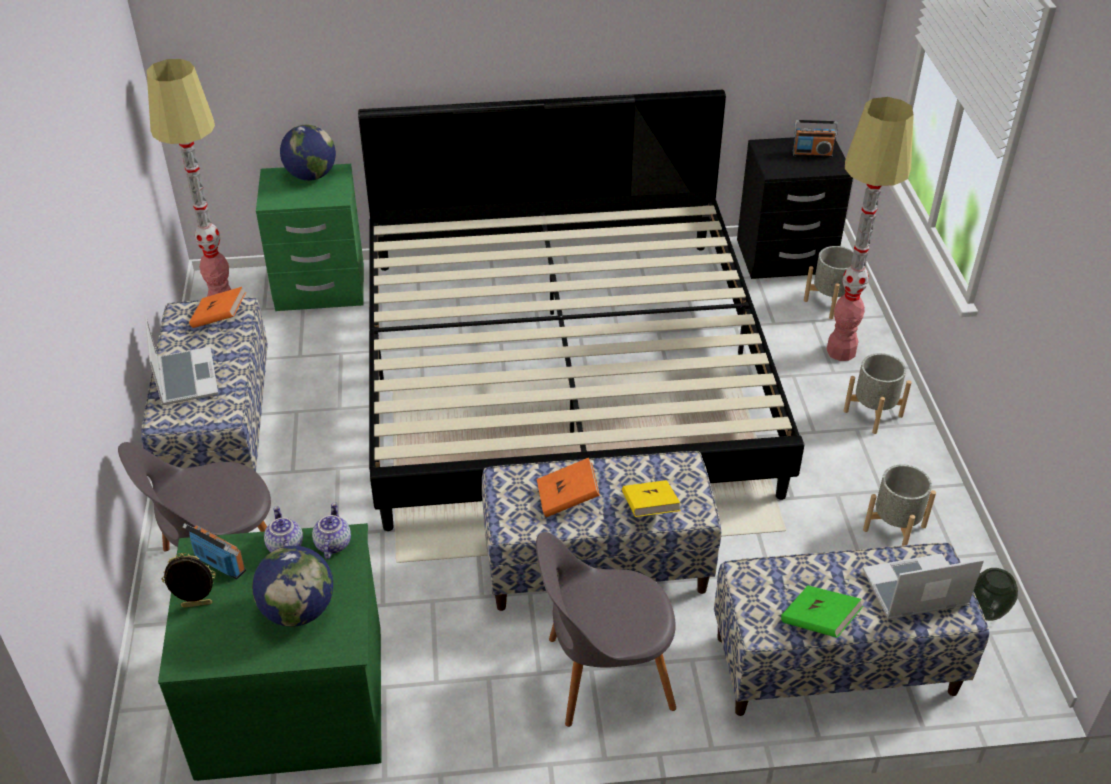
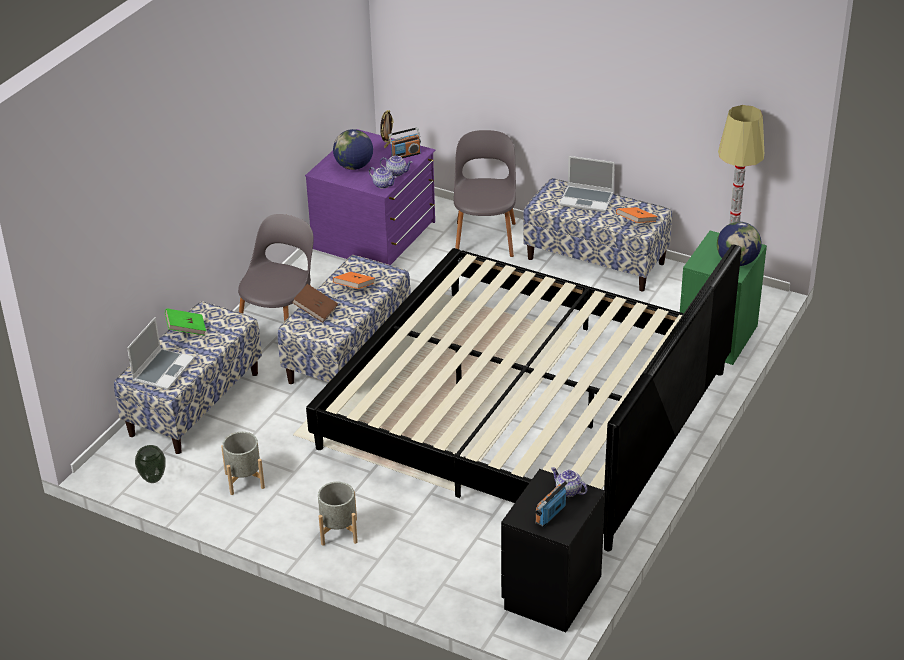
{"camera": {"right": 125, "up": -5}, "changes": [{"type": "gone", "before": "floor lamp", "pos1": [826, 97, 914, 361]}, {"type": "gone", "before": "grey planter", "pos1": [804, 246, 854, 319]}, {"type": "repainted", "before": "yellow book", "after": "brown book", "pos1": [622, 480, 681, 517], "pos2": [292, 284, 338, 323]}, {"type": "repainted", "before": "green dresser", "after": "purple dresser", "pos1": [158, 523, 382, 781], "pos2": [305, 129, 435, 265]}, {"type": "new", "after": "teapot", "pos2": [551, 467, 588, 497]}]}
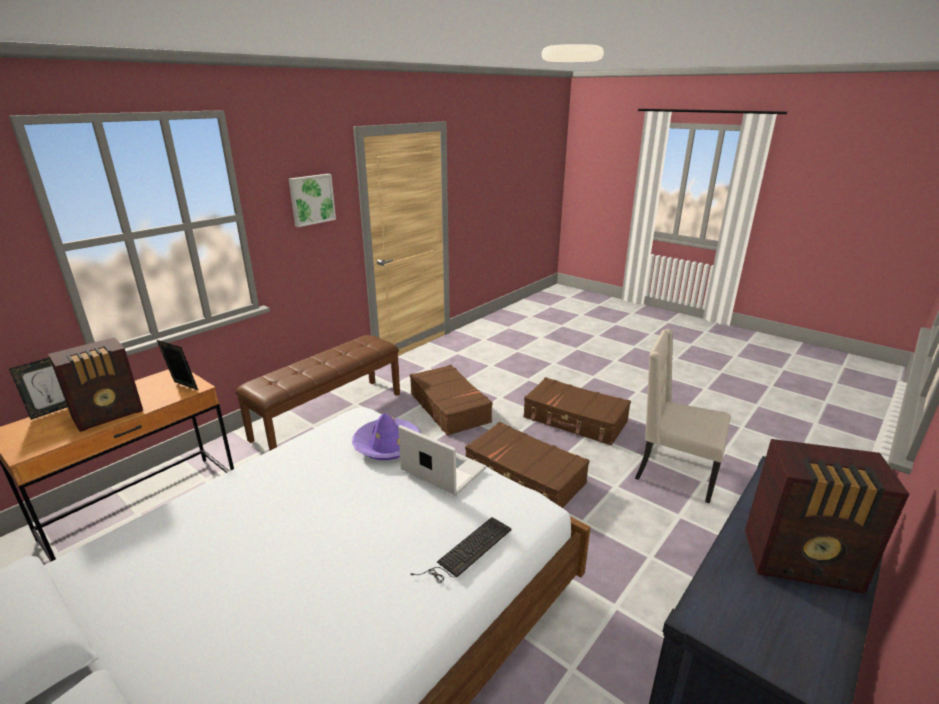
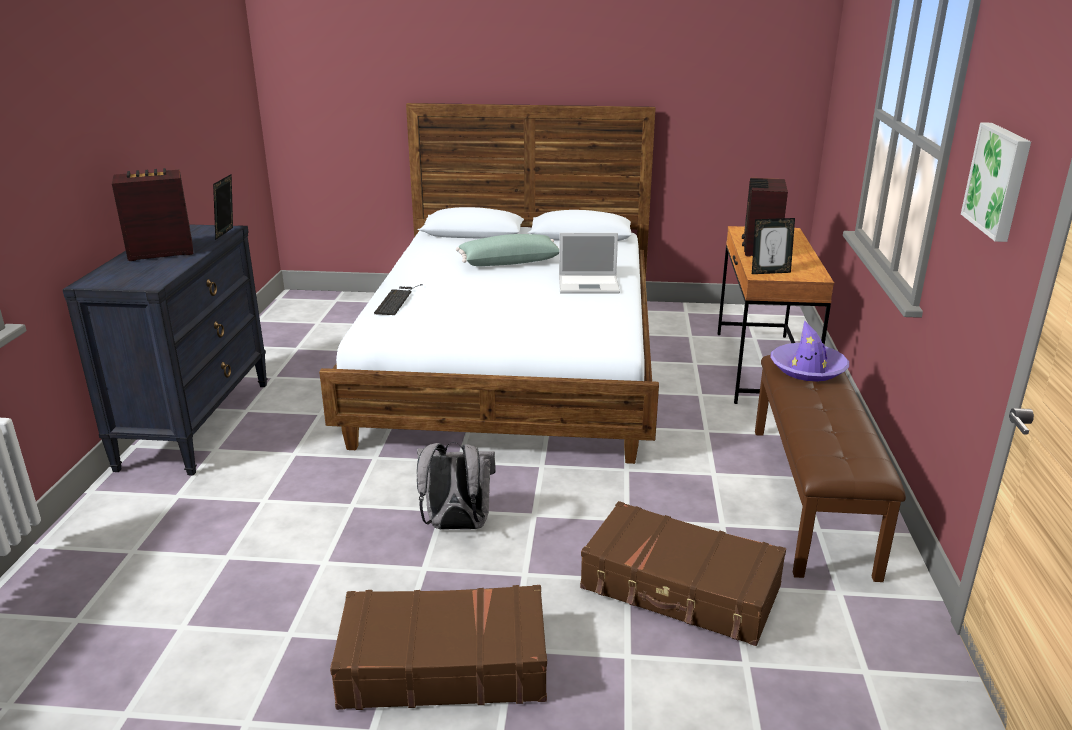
{"camera": {"right": 145, "up": 0}, "changes": [{"type": "gone", "before": "beige chair", "pos1": [635, 329, 731, 503]}, {"type": "shifted", "before": "picture frame", "pos1": [9, 358, 68, 420], "pos2": [213, 174, 233, 240]}, {"type": "shifted", "before": "purple hat", "pos1": [352, 413, 421, 460], "pos2": [770, 320, 849, 382]}, {"type": "swapped", "before": "brown suitcase", "after": "grey backpack", "pos1": [465, 422, 589, 508], "pos2": [417, 442, 496, 529]}, {"type": "shifted", "before": "laptop", "pos1": [398, 425, 486, 496], "pos2": [559, 233, 620, 293]}, {"type": "new", "after": "green pillow", "pos2": [456, 234, 559, 266]}]}
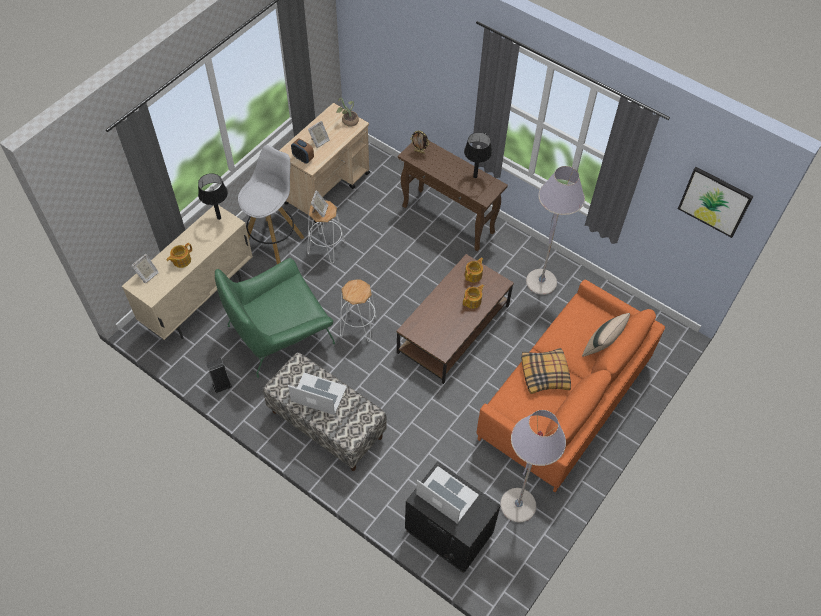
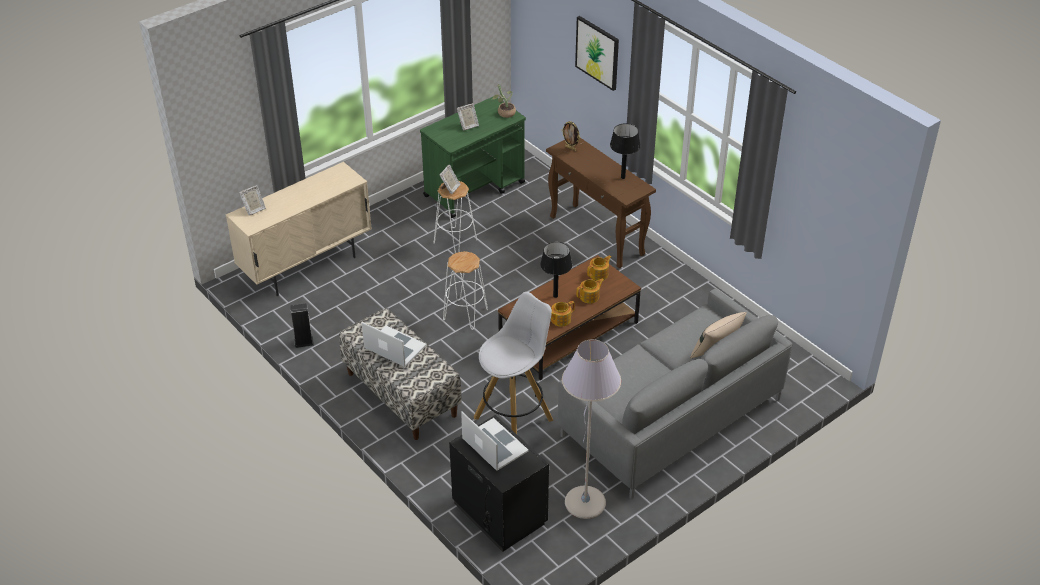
{"camera": {"right": 15, "up": -15}, "changes": [{"type": "repainted", "before": "beige cart", "after": "green cart", "pos1": [279, 103, 370, 223], "pos2": [420, 96, 526, 218]}, {"type": "gone", "before": "alarm clock", "pos1": [291, 138, 314, 164]}, {"type": "shifted", "before": "white stool", "pos1": [238, 145, 304, 264], "pos2": [474, 292, 553, 434]}, {"type": "gone", "before": "grey floor lamp", "pos1": [526, 166, 585, 295]}, {"type": "shifted", "before": "picture", "pos1": [678, 167, 753, 238], "pos2": [575, 16, 619, 91]}, {"type": "shifted", "before": "black table lamp", "pos1": [198, 173, 228, 220], "pos2": [540, 242, 572, 298]}, {"type": "shifted", "before": "teapot", "pos1": [167, 243, 192, 268], "pos2": [551, 301, 575, 327]}, {"type": "gone", "before": "green armchair", "pos1": [215, 258, 335, 378]}, {"type": "repainted", "before": "orange sofa", "after": "grey sofa", "pos1": [476, 280, 665, 492], "pos2": [558, 288, 792, 499]}, {"type": "gone", "before": "pillow", "pos1": [521, 348, 571, 394]}]}
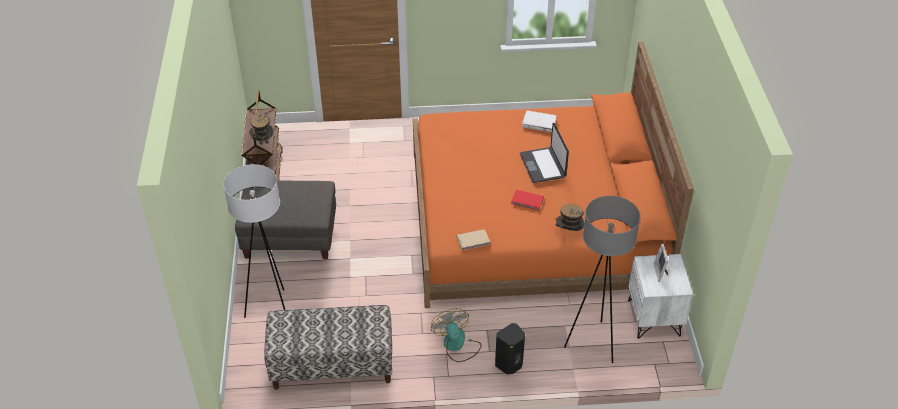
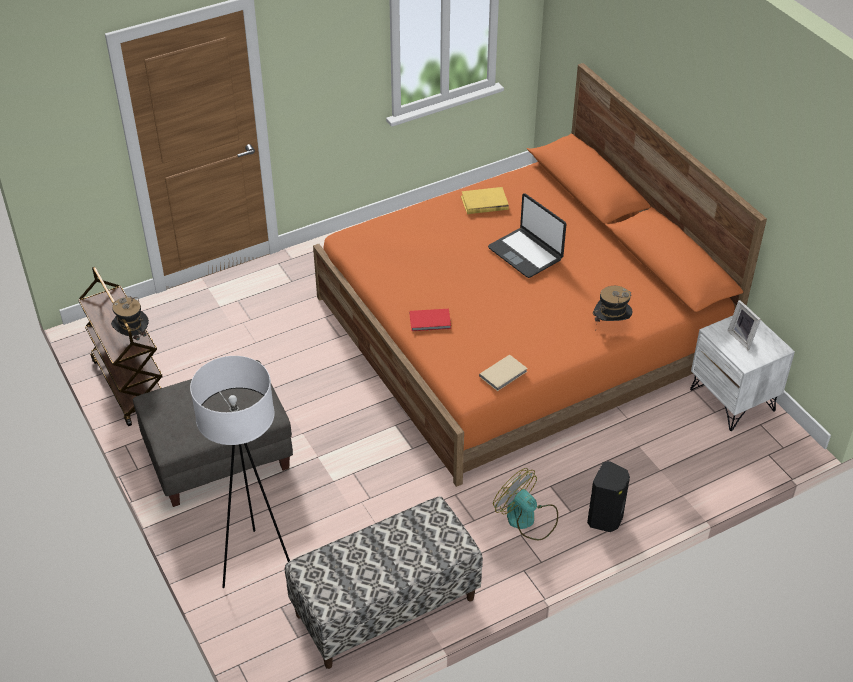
{"camera": {"right": -25, "up": 0}, "changes": [{"type": "repainted", "before": "white book", "after": "yellow book", "pos1": [522, 111, 557, 132], "pos2": [461, 187, 509, 214]}, {"type": "shifted", "before": "red book", "pos1": [511, 190, 544, 211], "pos2": [409, 309, 451, 331]}, {"type": "gone", "before": "grey floor lamp", "pos1": [564, 196, 640, 363]}]}
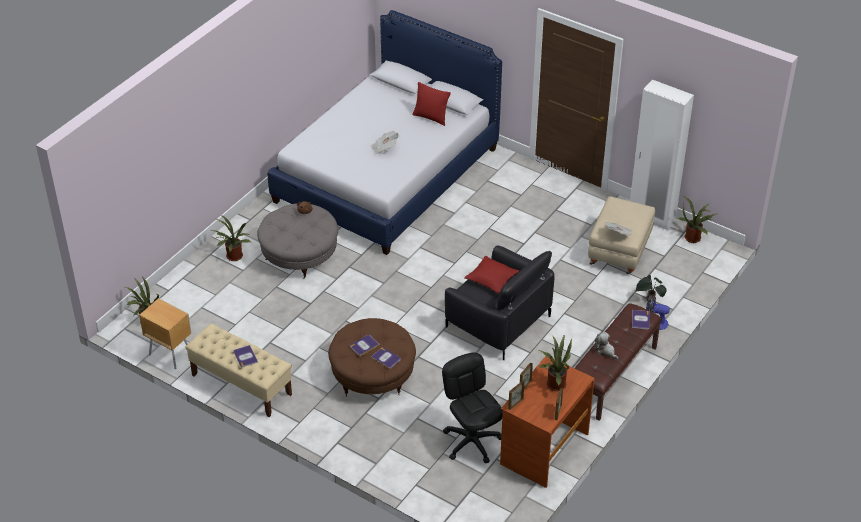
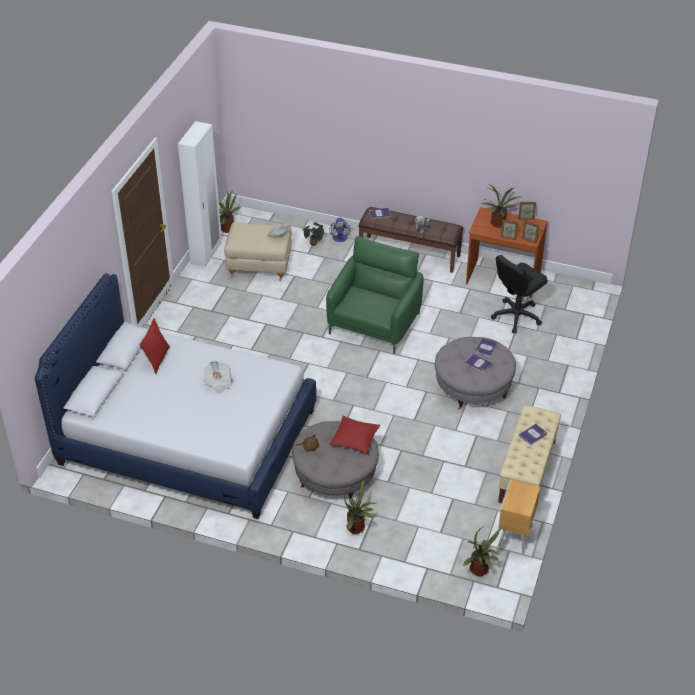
{"camera": {"right": -105, "up": 0}, "changes": [{"type": "repainted", "before": "black armchair", "after": "green armchair", "pos1": [445, 245, 554, 360], "pos2": [326, 236, 423, 354]}, {"type": "shifted", "before": "red pillow", "pos1": [464, 255, 519, 294], "pos2": [329, 416, 380, 454]}, {"type": "repainted", "before": "brown ottoman", "after": "grey ottoman", "pos1": [328, 318, 416, 397], "pos2": [435, 337, 516, 410]}]}
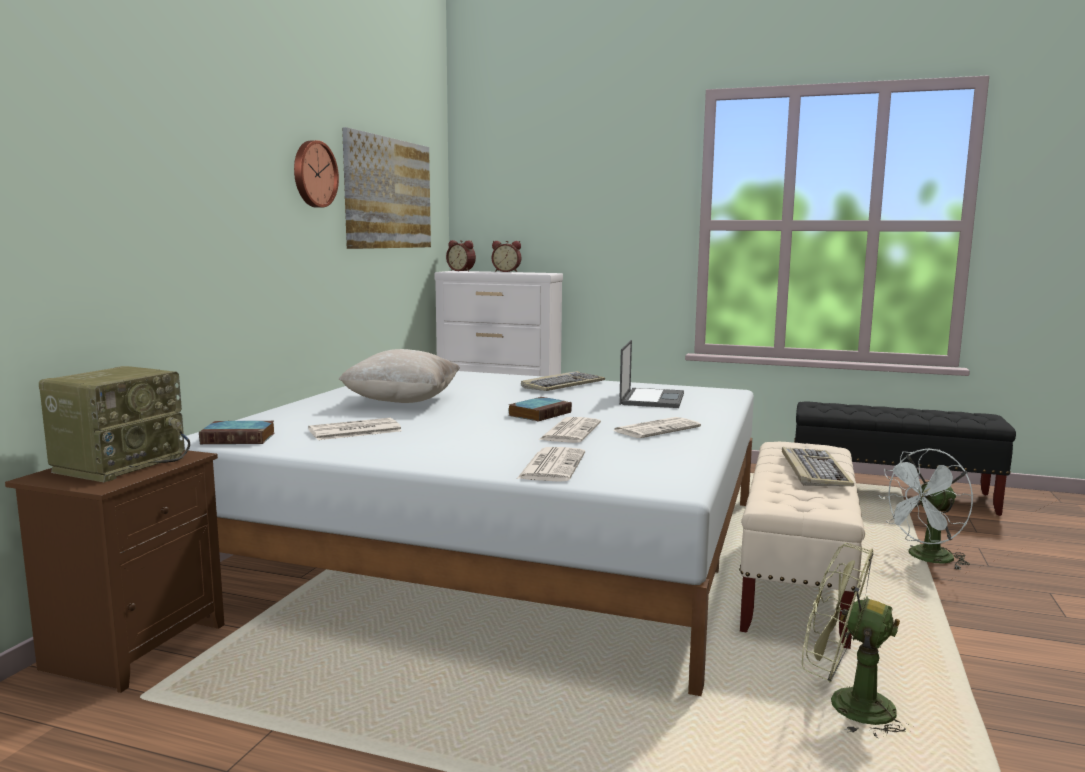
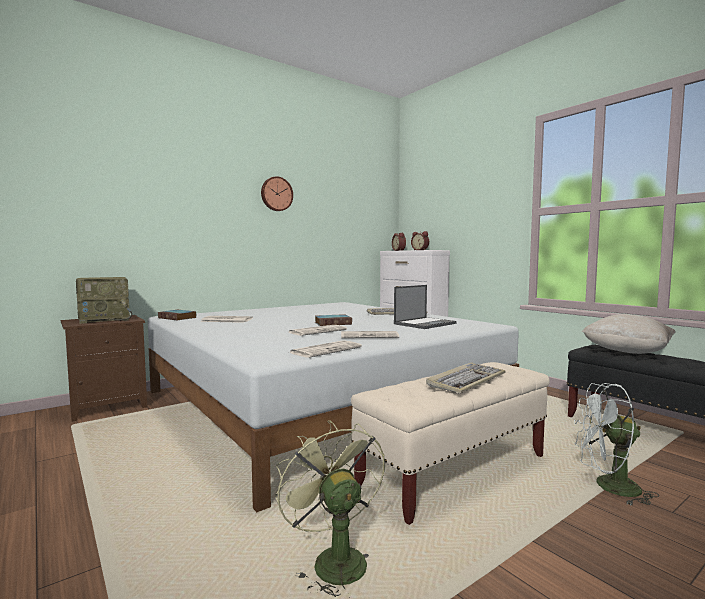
{"camera": {"right": 35, "up": -5}, "changes": [{"type": "gone", "before": "picture", "pos1": [342, 127, 431, 249]}, {"type": "shifted", "before": "beige pillow", "pos1": [339, 349, 460, 403], "pos2": [582, 314, 676, 354]}, {"type": "shifted", "before": "newspaper", "pos1": [517, 447, 585, 482], "pos2": [289, 340, 362, 358]}]}
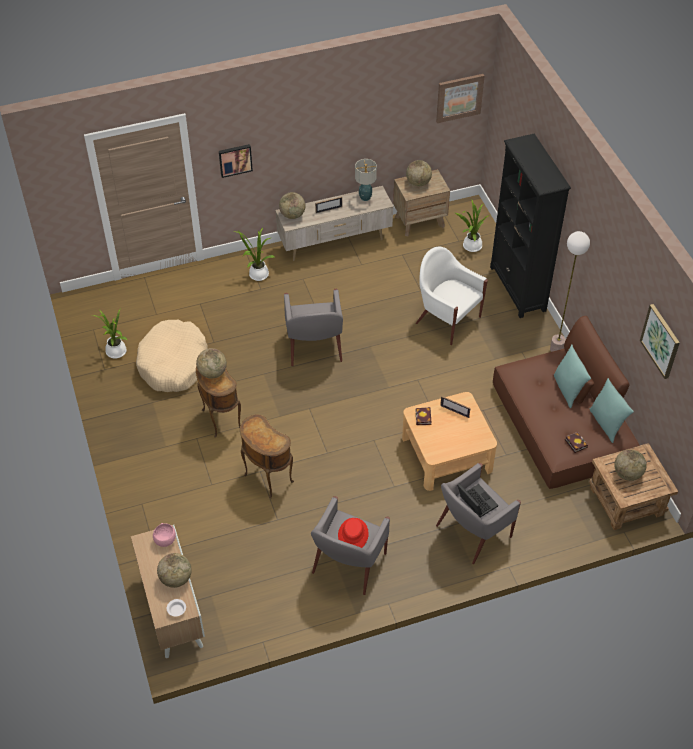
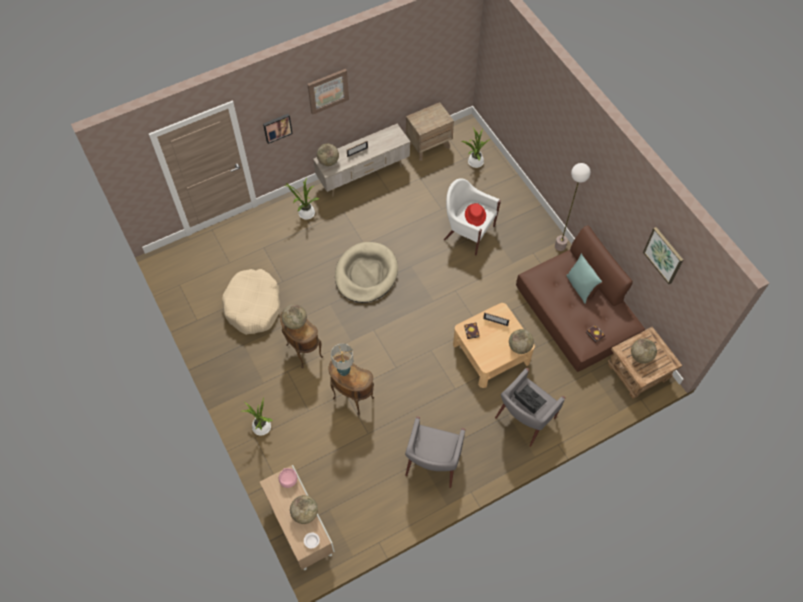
{"camera": {"right": -10, "up": 10}, "changes": [{"type": "shifted", "before": "picture", "pos1": [436, 74, 484, 123], "pos2": [307, 69, 349, 115]}, {"type": "gone", "before": "black bookcase", "pos1": [490, 134, 571, 318]}, {"type": "shifted", "before": "table lamp", "pos1": [355, 159, 377, 201], "pos2": [331, 343, 354, 376]}, {"type": "shifted", "before": "globe", "pos1": [406, 160, 432, 187], "pos2": [509, 329, 534, 354]}, {"type": "swapped", "before": "grey armchair", "after": "beige dog bed", "pos1": [284, 289, 343, 366], "pos2": [335, 242, 398, 303]}, {"type": "shifted", "before": "potted plant", "pos1": [92, 309, 128, 358], "pos2": [243, 398, 273, 436]}, {"type": "gone", "before": "turquoise pillow", "pos1": [589, 378, 634, 443]}, {"type": "shifted", "before": "red hat", "pos1": [338, 518, 369, 548], "pos2": [465, 203, 486, 226]}]}
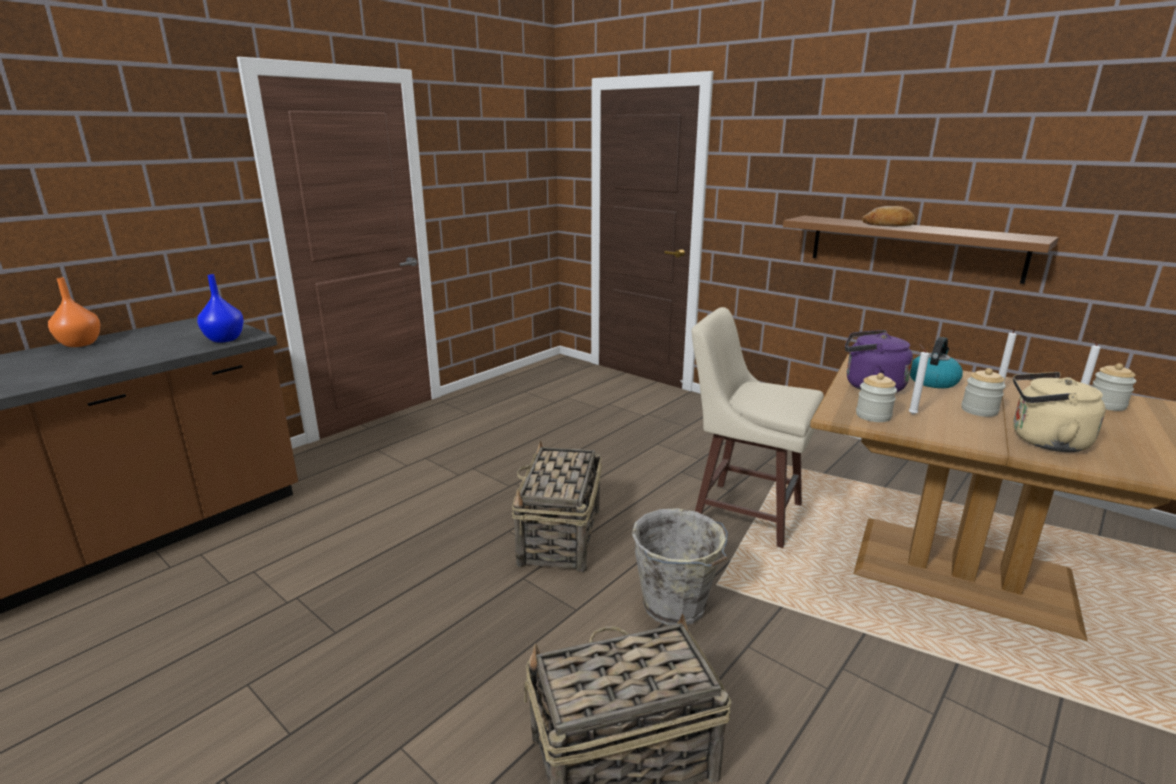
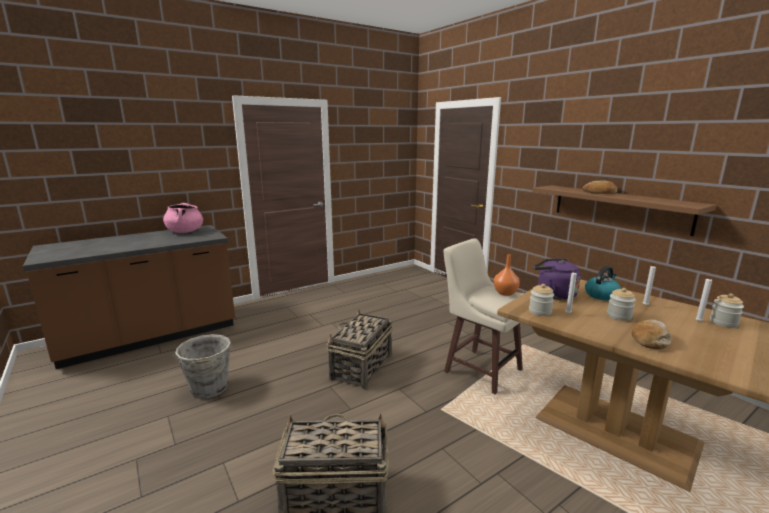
{"camera": {"right": 15, "up": -5}, "changes": [{"type": "gone", "before": "blue vase", "pos1": [197, 274, 244, 343]}, {"type": "shifted", "before": "orange vase", "pos1": [48, 278, 100, 347], "pos2": [494, 254, 520, 296]}, {"type": "swapped", "before": "beige kettle", "after": "bread", "pos1": [1013, 372, 1106, 452], "pos2": [632, 319, 671, 349]}, {"type": "shifted", "before": "grey bucket", "pos1": [632, 508, 728, 625], "pos2": [172, 334, 232, 399]}, {"type": "new", "after": "pink cooking pot", "pos2": [163, 203, 203, 233]}]}
